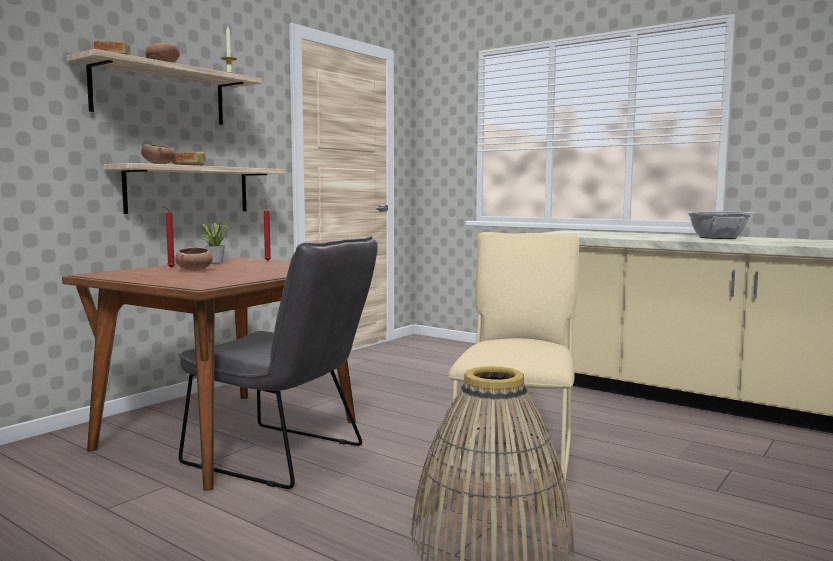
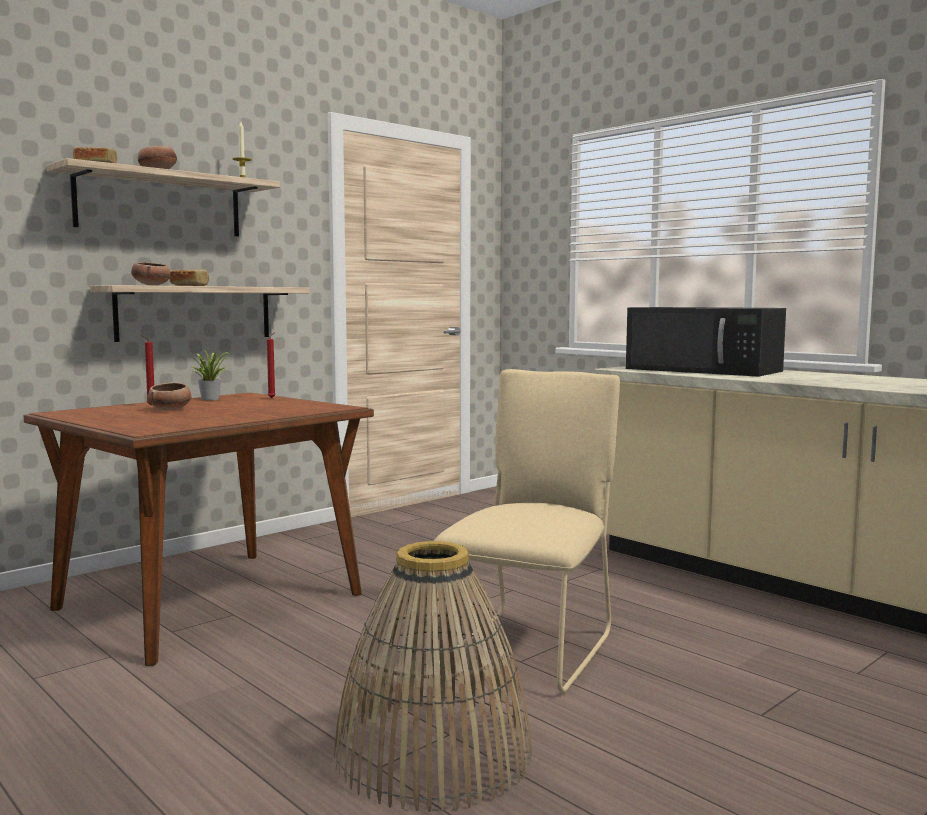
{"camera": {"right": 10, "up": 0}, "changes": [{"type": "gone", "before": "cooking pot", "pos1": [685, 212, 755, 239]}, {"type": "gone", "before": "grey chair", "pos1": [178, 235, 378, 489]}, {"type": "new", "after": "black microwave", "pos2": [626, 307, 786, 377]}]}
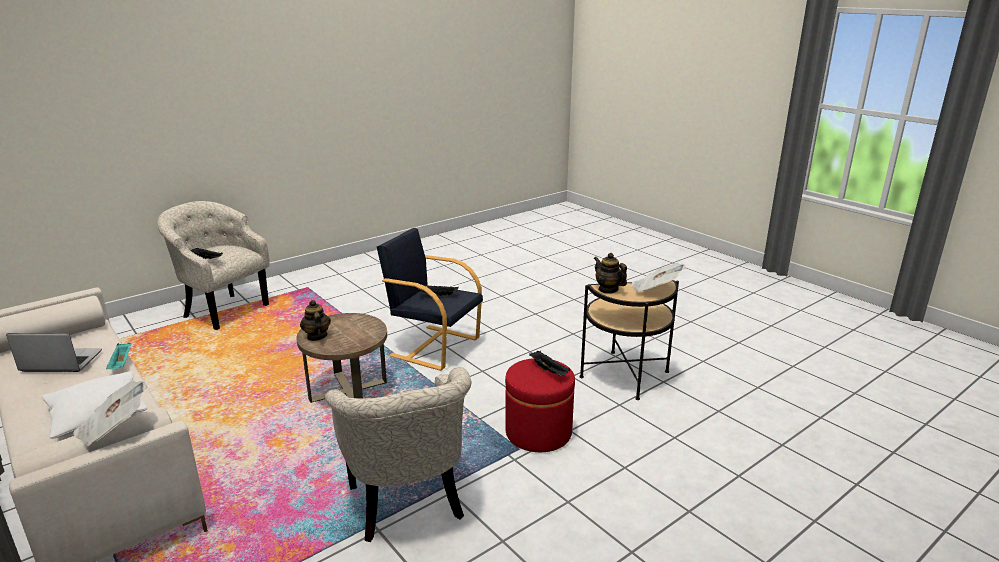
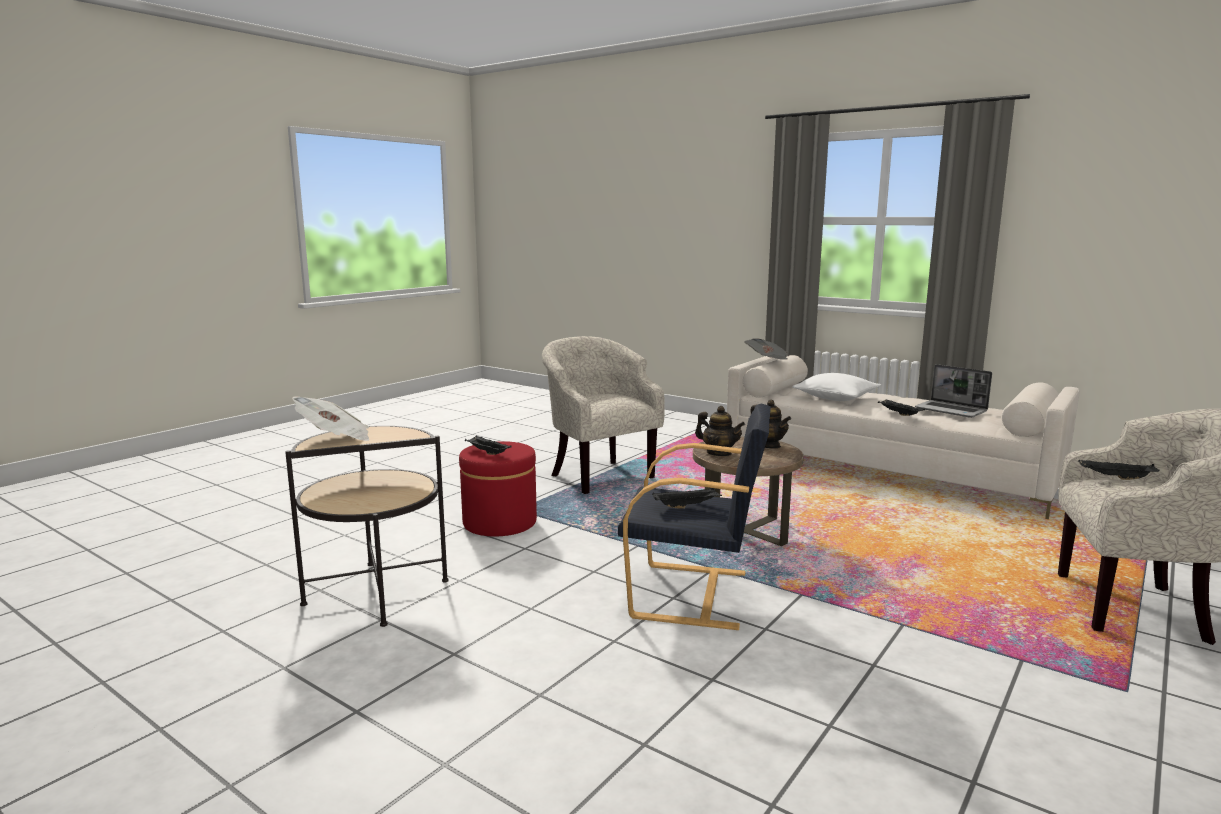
{"camera": {"right": 165, "up": -10}, "changes": [{"type": "shifted", "before": "teapot", "pos1": [594, 253, 627, 294], "pos2": [695, 406, 745, 456]}, {"type": "rotated", "before": "laptop", "pos1": [6, 333, 102, 372], "pos2": [915, 364, 992, 418], "turn": 60}, {"type": "repainted", "before": "turquoise tray", "after": "black tray", "pos1": [106, 343, 131, 369], "pos2": [878, 399, 925, 416]}]}
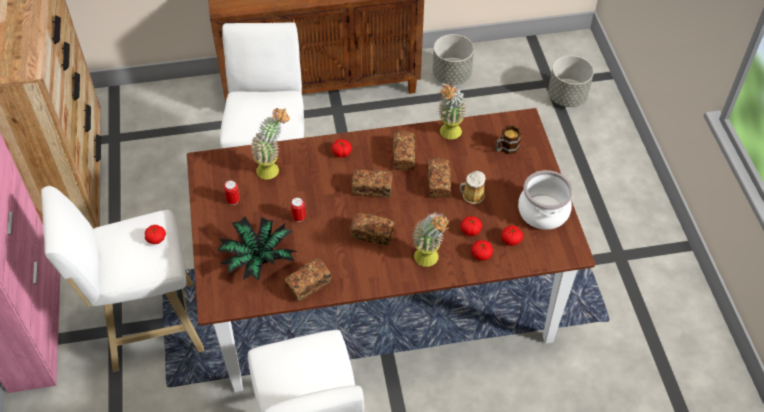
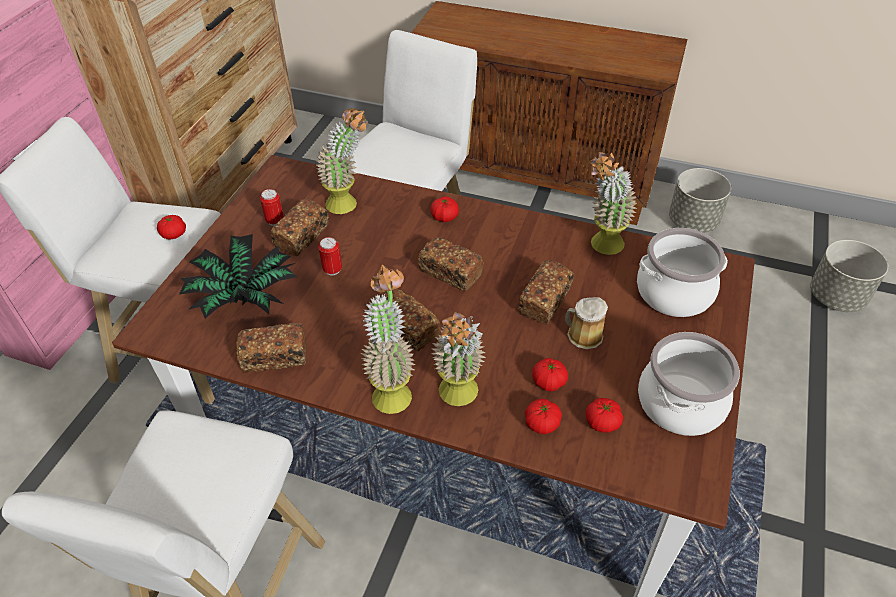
{"camera": {"right": 30, "up": -5}, "changes": [{"type": "swapped", "before": "mug", "after": "cooking pot", "pos1": [495, 125, 521, 154], "pos2": [637, 228, 728, 317]}, {"type": "shifted", "before": "bread", "pos1": [393, 131, 415, 170], "pos2": [271, 199, 329, 256]}, {"type": "new", "after": "potted plant", "pos2": [361, 265, 415, 414]}]}
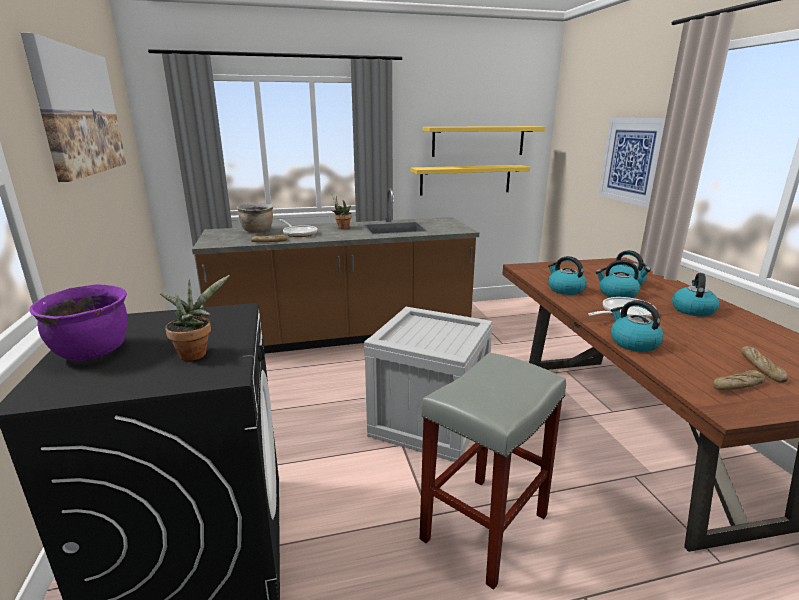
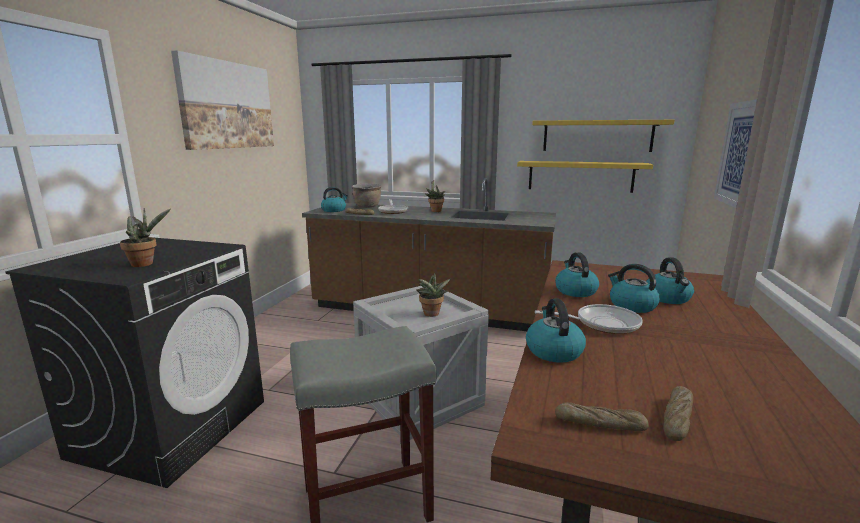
{"camera": {"right": 30, "up": -5}, "changes": [{"type": "shifted", "before": "kettle", "pos1": [672, 273, 719, 317], "pos2": [321, 187, 348, 212]}, {"type": "gone", "before": "purple cooking pot", "pos1": [30, 284, 128, 361]}, {"type": "new", "after": "potted plant", "pos2": [416, 273, 451, 317]}]}
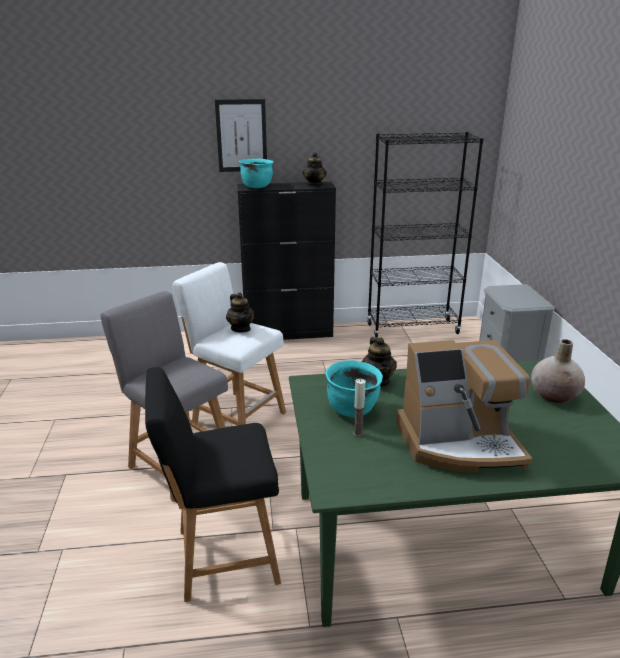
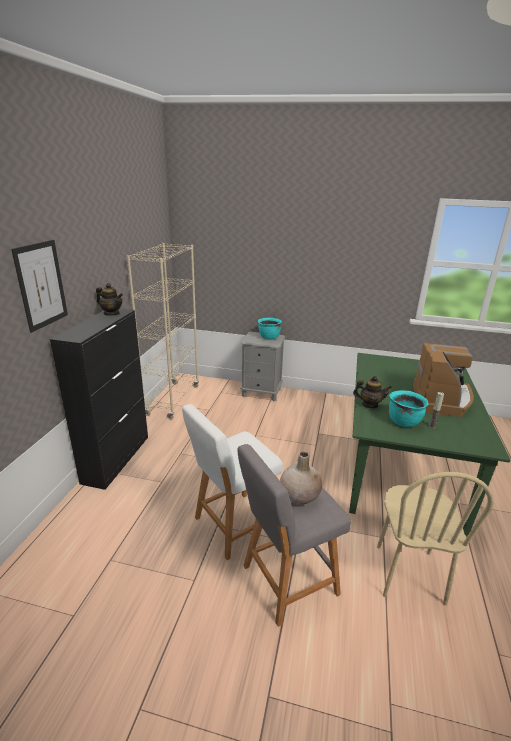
{"camera": {"right": -70, "up": 0}, "changes": [{"type": "repainted", "before": "black bookcase", "after": "beige bookcase", "pos1": [367, 132, 484, 338], "pos2": [127, 243, 199, 419]}, {"type": "shifted", "before": "turquoise cooking pot", "pos1": [239, 159, 274, 188], "pos2": [258, 318, 282, 340]}, {"type": "gone", "before": "teapot", "pos1": [226, 292, 254, 332]}, {"type": "shifted", "before": "beige vase", "pos1": [531, 339, 585, 403], "pos2": [280, 451, 322, 505]}, {"type": "swapped", "before": "black stool", "after": "beige chair", "pos1": [145, 367, 281, 602], "pos2": [377, 472, 493, 606]}]}
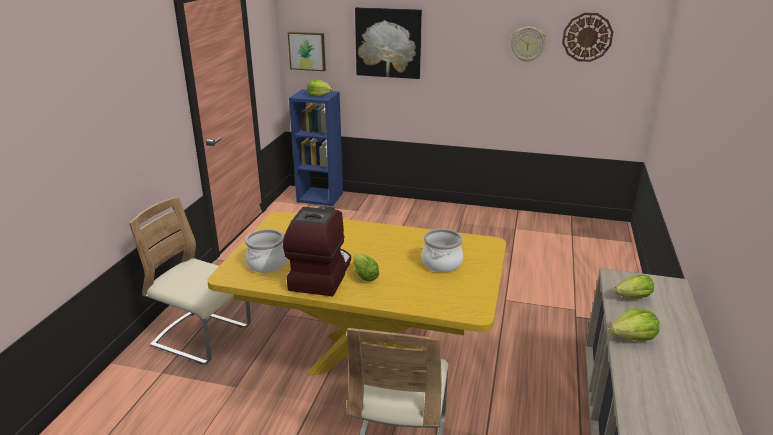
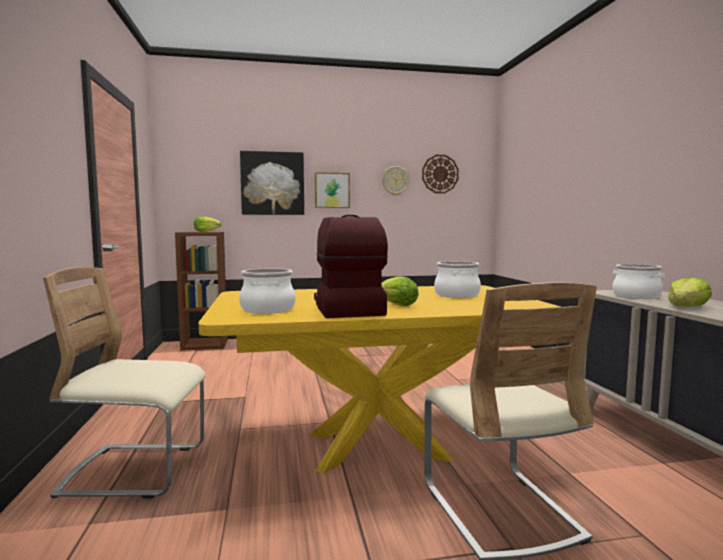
{"camera": {"right": -25, "up": -20}, "changes": [{"type": "shifted", "before": "picture", "pos1": [288, 32, 326, 71], "pos2": [315, 172, 350, 208]}, {"type": "repainted", "before": "blue bookcase", "after": "brown bookcase", "pos1": [289, 89, 343, 206], "pos2": [175, 232, 228, 351]}, {"type": "swapped", "before": "lettuce", "after": "cooking pot", "pos1": [614, 275, 654, 298], "pos2": [612, 264, 664, 299]}]}
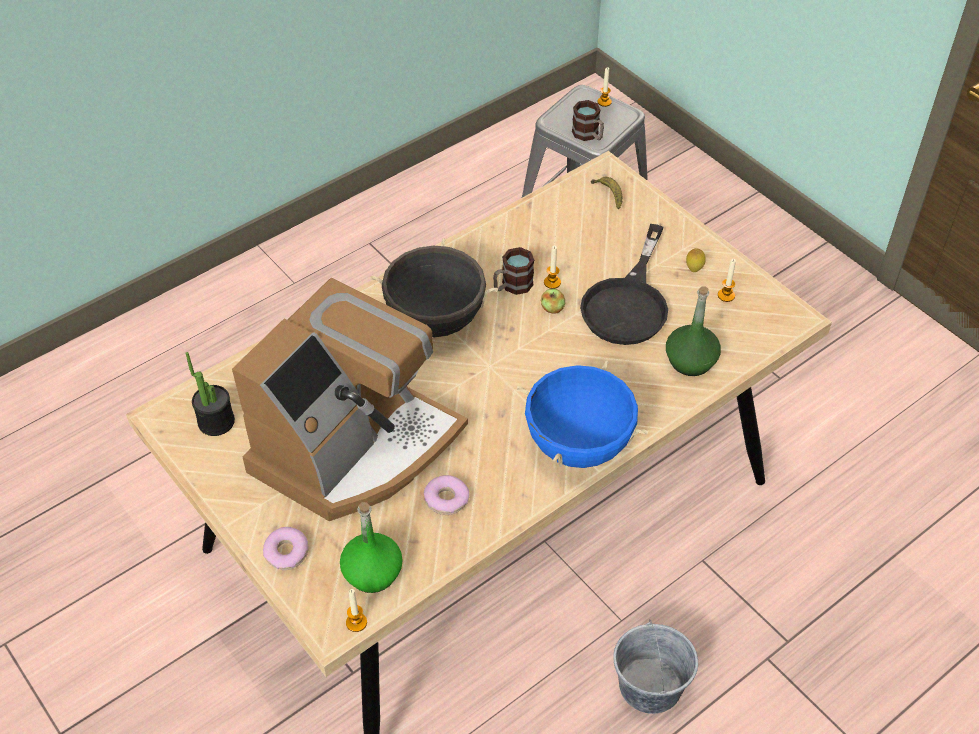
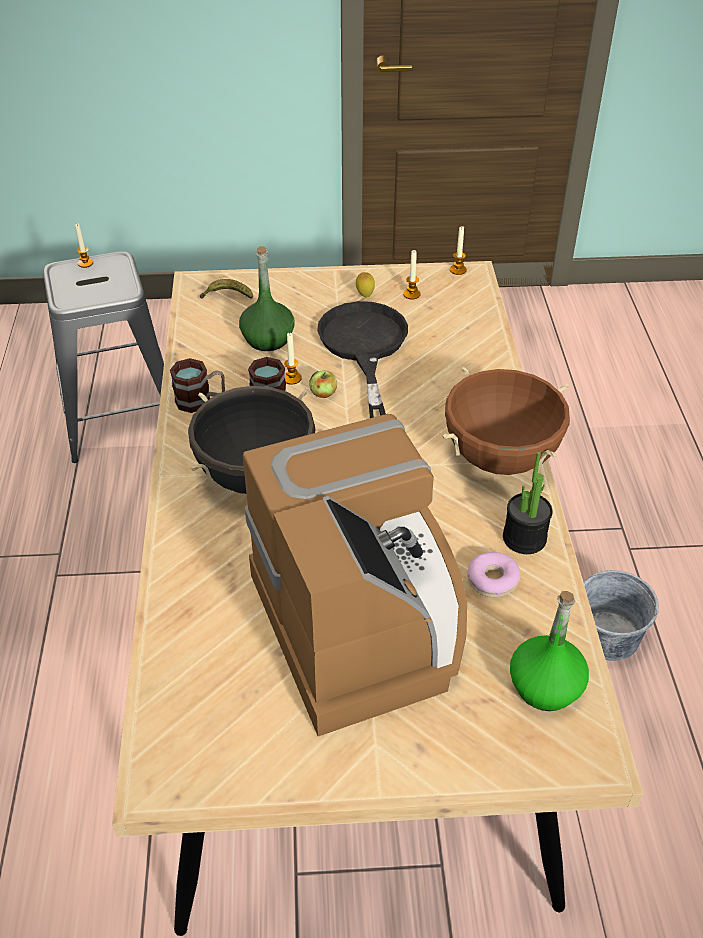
{"camera": {"right": -55, "up": -5}, "changes": [{"type": "shifted", "before": "mug", "pos1": [572, 100, 604, 141], "pos2": [170, 358, 225, 413]}, {"type": "rotated", "before": "black frying pan", "pos1": [580, 224, 668, 345], "pos2": [317, 301, 408, 418], "turn": -150}, {"type": "shifted", "before": "green bottle", "pos1": [666, 287, 721, 376], "pos2": [239, 246, 295, 351]}, {"type": "shifted", "before": "potted plant", "pos1": [185, 352, 235, 436], "pos2": [503, 452, 553, 554]}, {"type": "repainted", "before": "blue cooking pot", "after": "brown cooking pot", "pos1": [517, 360, 648, 468], "pos2": [442, 367, 570, 475]}, {"type": "gone", "before": "donut", "pos1": [263, 527, 308, 570]}, {"type": "shifted", "before": "candle", "pos1": [346, 589, 367, 632], "pos2": [450, 226, 467, 275]}]}
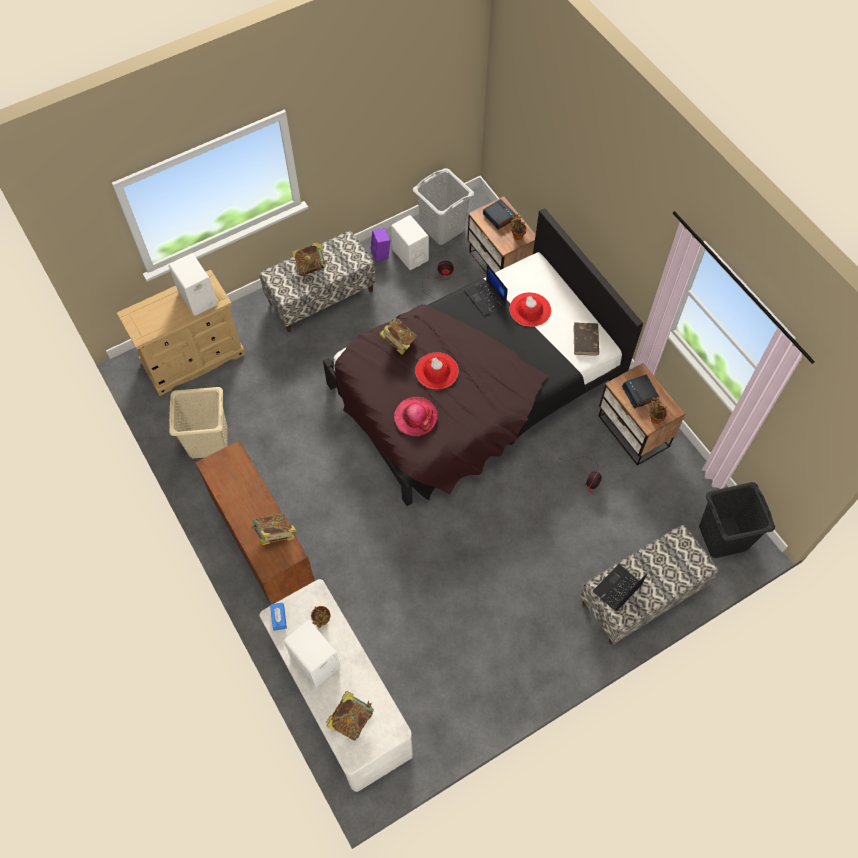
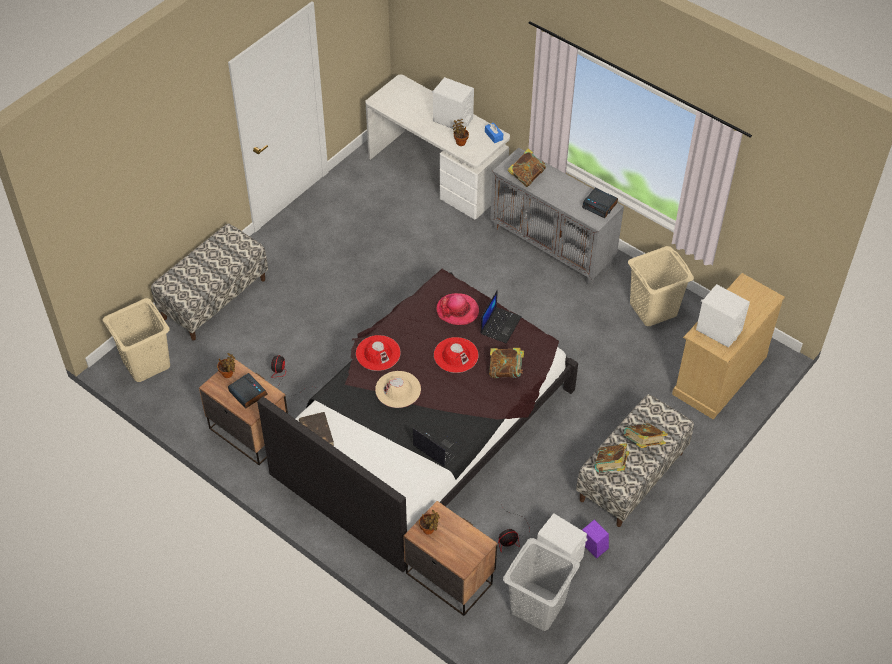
{"camera": {"right": 160, "up": -10}, "changes": [{"type": "shifted", "before": "alarm clock", "pos1": [483, 199, 517, 230], "pos2": [582, 188, 618, 218]}, {"type": "shifted", "before": "red hat", "pos1": [509, 292, 551, 327], "pos2": [356, 335, 401, 371]}, {"type": "repainted", "before": "brown cabinet", "after": "grey cabinet", "pos1": [195, 440, 315, 604], "pos2": [490, 147, 624, 287]}, {"type": "repainted", "before": "black laundry basket", "after": "beige laundry basket", "pos1": [699, 482, 775, 558], "pos2": [103, 298, 170, 382]}, {"type": "shifted", "before": "laptop", "pos1": [593, 564, 648, 612], "pos2": [480, 290, 522, 344]}, {"type": "shifted", "before": "book", "pos1": [326, 690, 374, 741], "pos2": [594, 443, 629, 472]}, {"type": "new", "after": "beige hat", "pos2": [375, 371, 421, 408]}]}
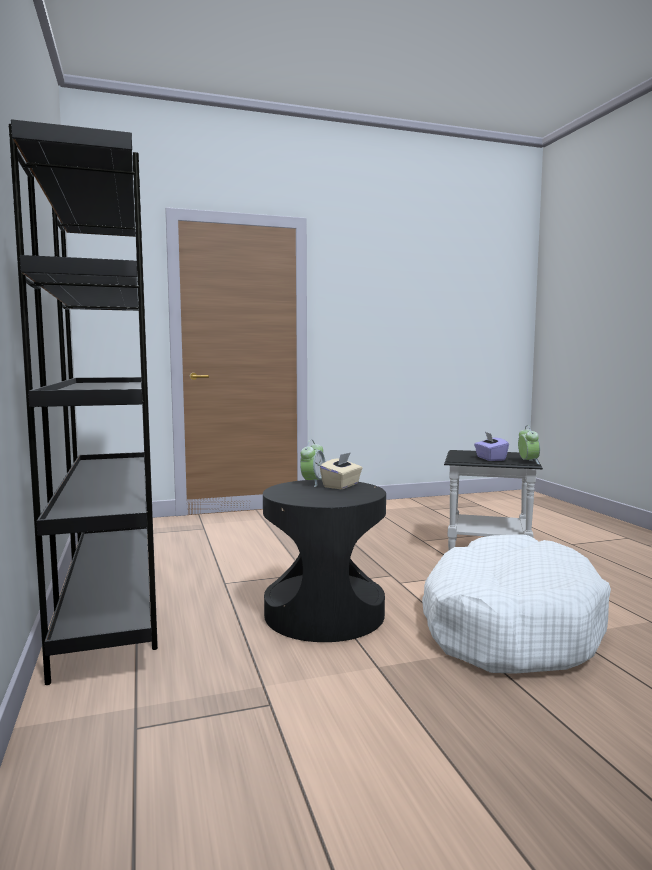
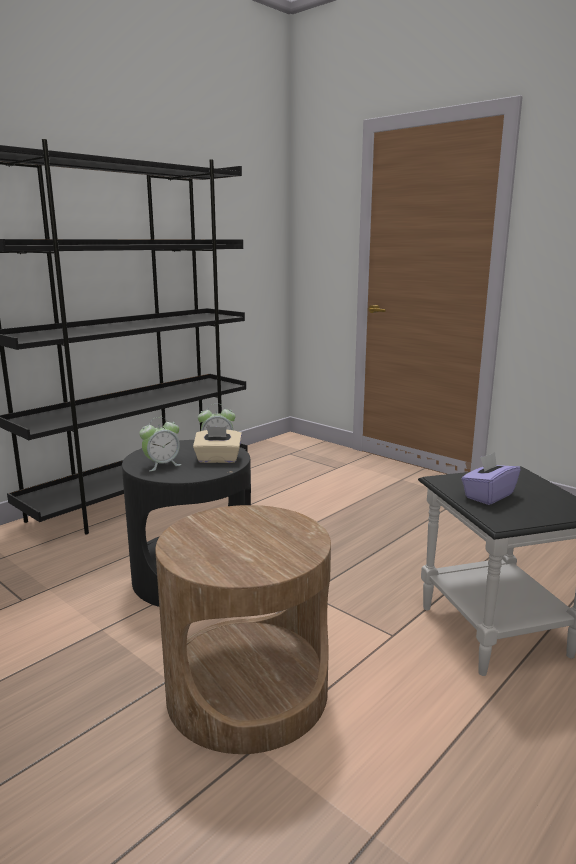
{"camera": {"right": 60, "up": 10}, "changes": [{"type": "shifted", "before": "alarm clock", "pos1": [518, 425, 540, 464], "pos2": [139, 417, 181, 471]}, {"type": "swapped", "before": "white dog bed", "after": "brown side table", "pos1": [422, 534, 611, 674], "pos2": [155, 505, 331, 754]}]}
